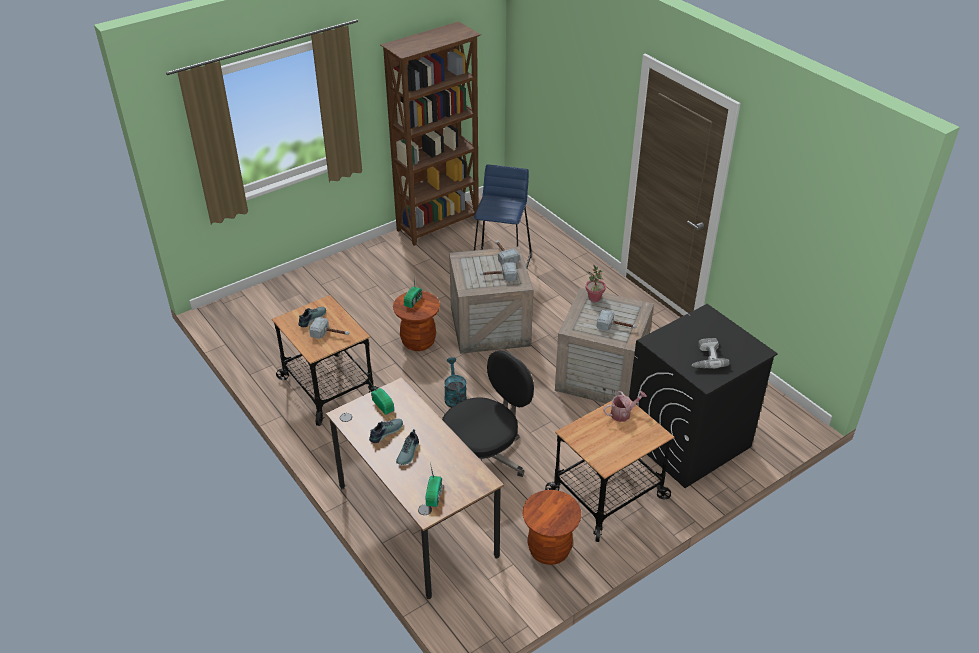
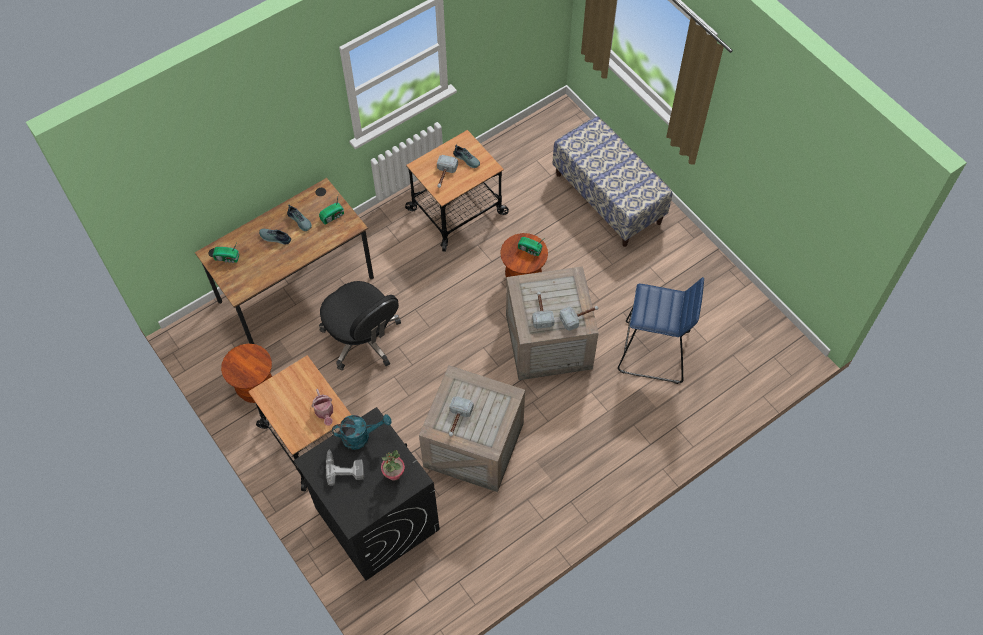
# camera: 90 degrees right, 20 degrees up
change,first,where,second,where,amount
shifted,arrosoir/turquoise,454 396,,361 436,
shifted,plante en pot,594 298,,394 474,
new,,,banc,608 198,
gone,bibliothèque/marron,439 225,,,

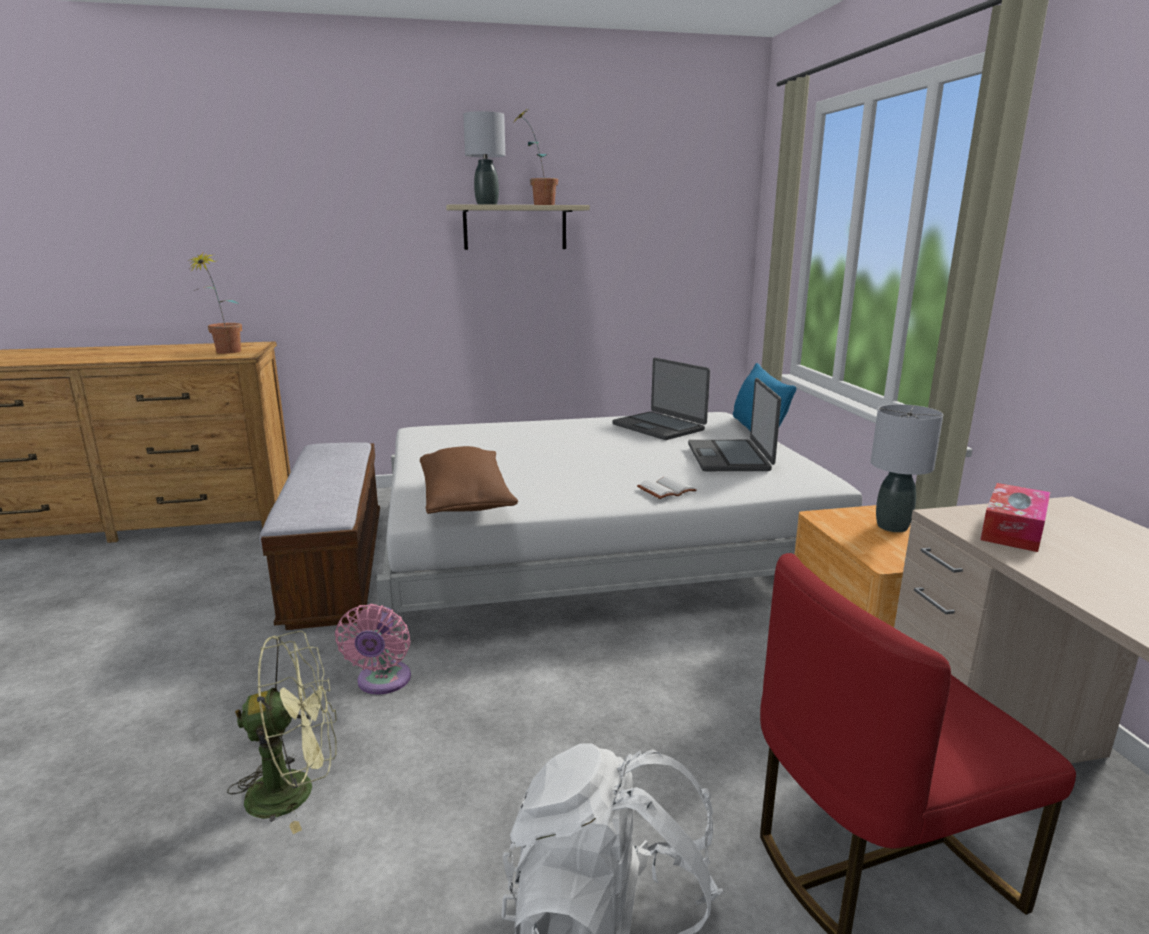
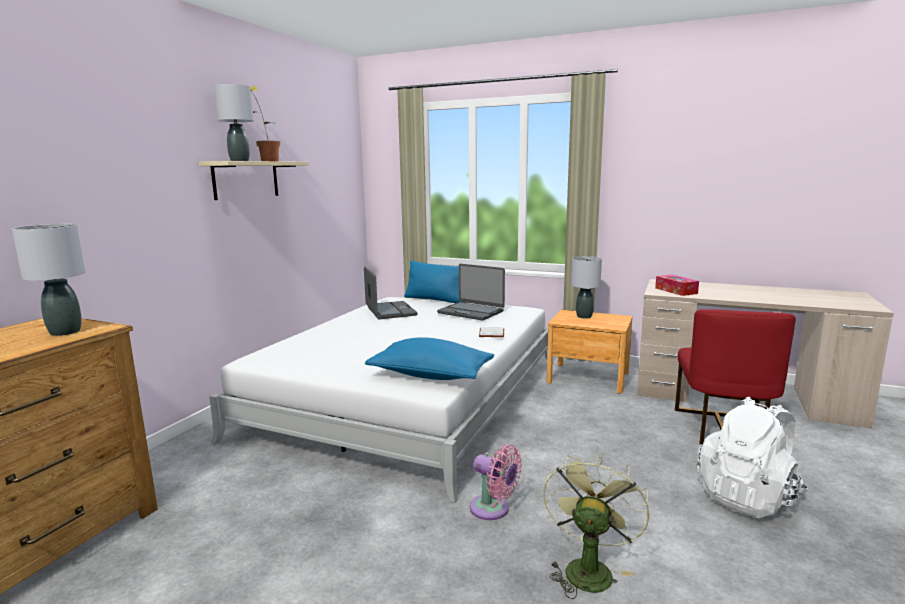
# camera: 55 degrees left, 5 degrees down
change,first,where,second,where,amount
swapped,plante en pot,224 353,lampe de table/gris,65 332,
rotated,ordinateur portable,659 427,,390 311,105 degrees counterclockwise
repainted,coussin/marron,465 500,coussin/bleu,431 375,
gone,banc,336 567,,,

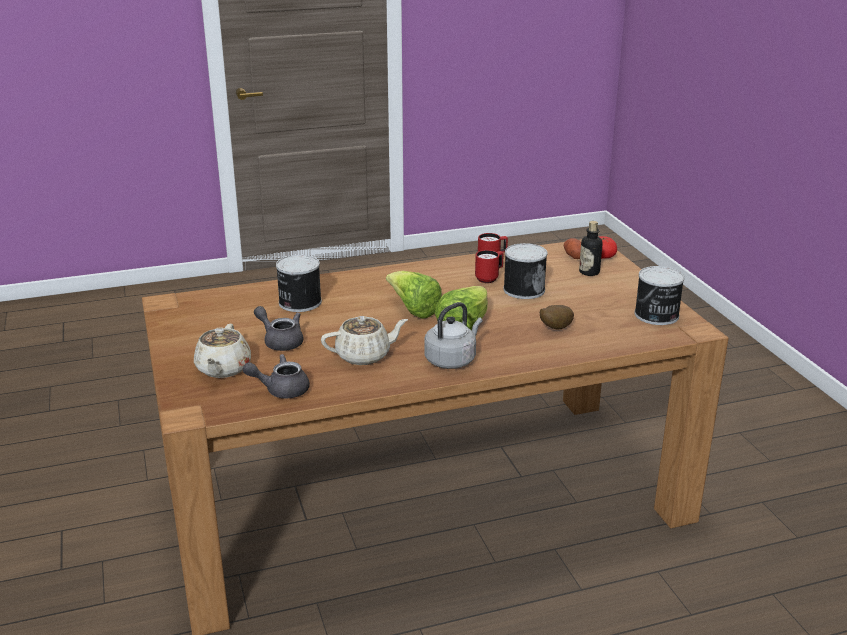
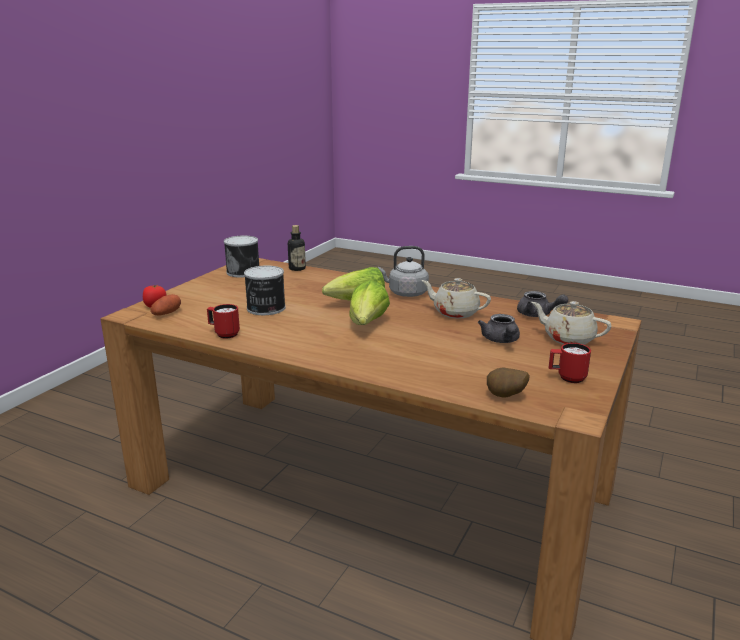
# camera: 135 degrees left, 5 degrees down
change,first,where,second,where,amount
shifted,bouteille,589 272,,297 268,
shifted,pomme de terre,554 328,,505 397,
rotated,théière/beige,223 369,,568 339,105 degrees counterclockwise
shifted,mug/rouge,489 278,,567 378,
gone,boîte métallique,299 302,,,

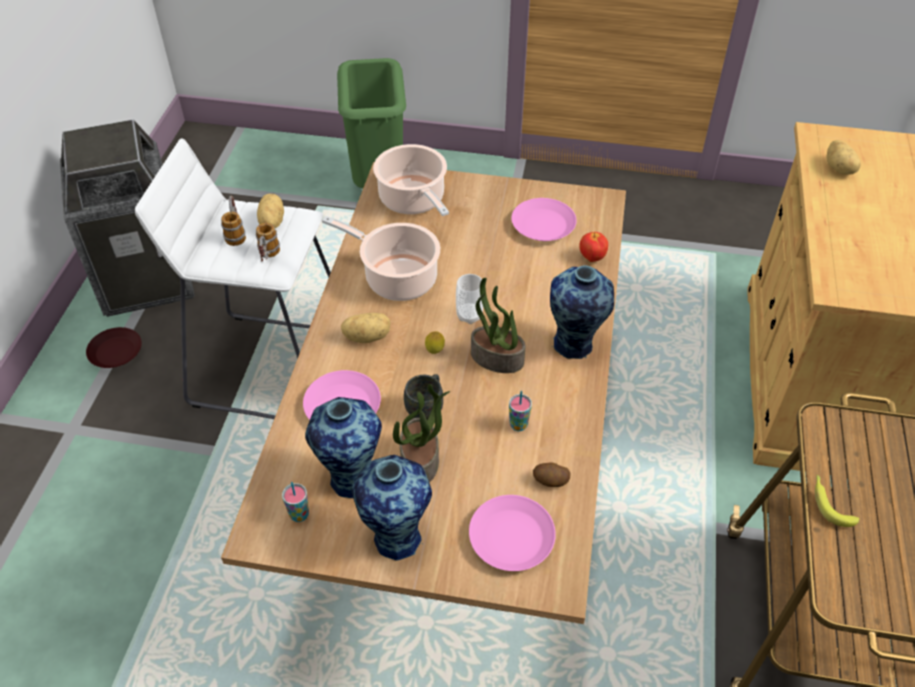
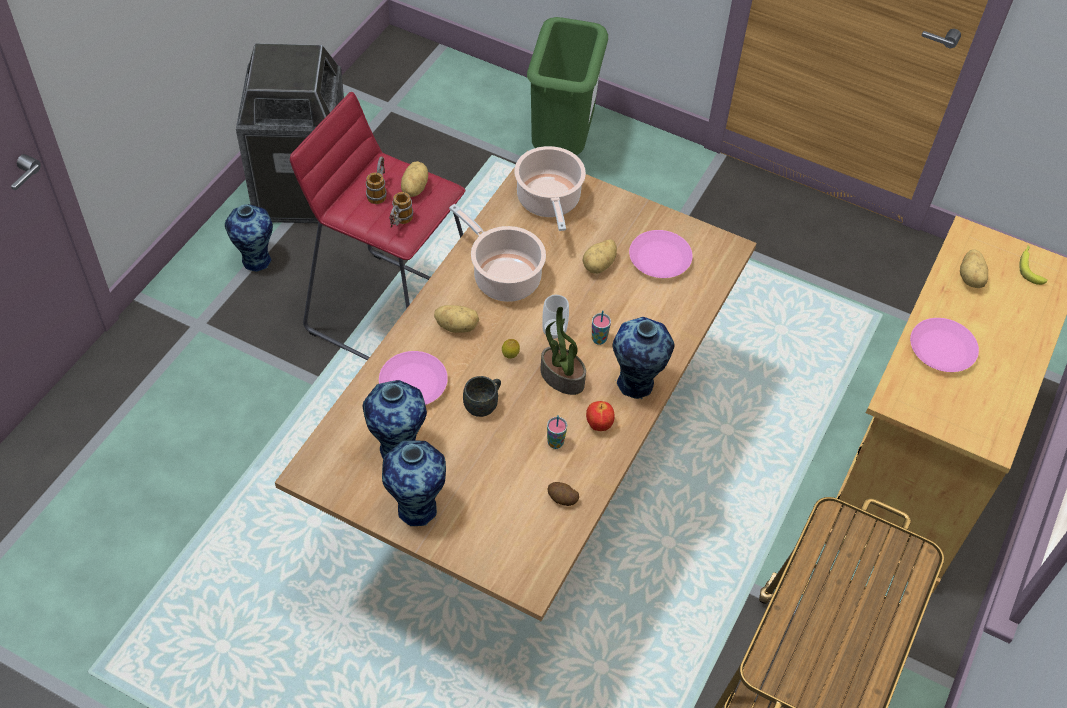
# camera: 15 degrees right, 5 degrees up
change,first,where,second,where,amount
swapped,assiette/marron,116 351,vase,255 259,
repainted,tabouret/blanc,269 366,tabouret/rouge,391 313,
new,,,pomme de terre,599 265,
shifted,pomme,591 258,,598 425,
shifted,tasse,299 515,,599 339,
shifted,assiette/rose,512 537,,942 349,
shifted,banane,830 503,,1030 267,
gone,plante en pot,421 460,,,

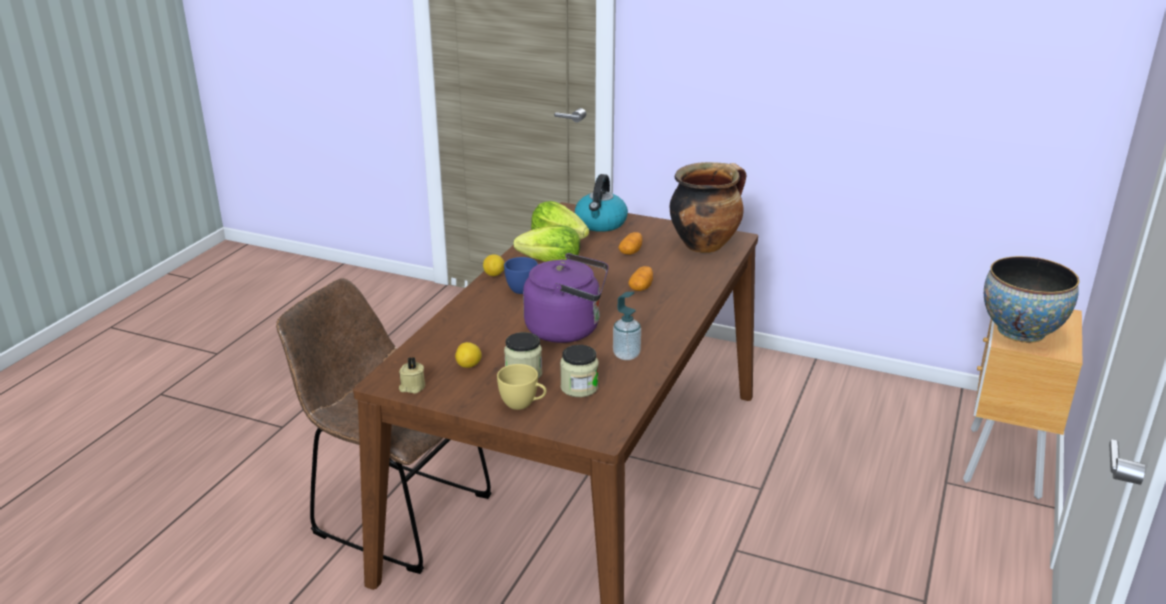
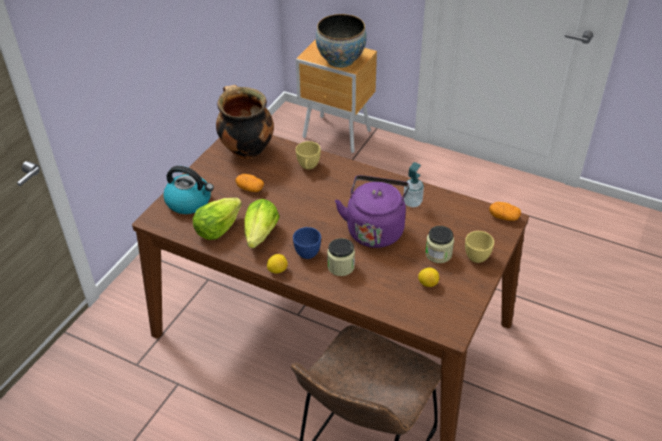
# camera: 85 degrees left, 15 degrees up
change,first,where,second,where,amount
new,,,tasse/jaune,308 167,
shifted,bocal,579 387,,341 266,
shifted,pomme de terre,641 287,,503 217,
gone,bougie/beige,412 387,,,

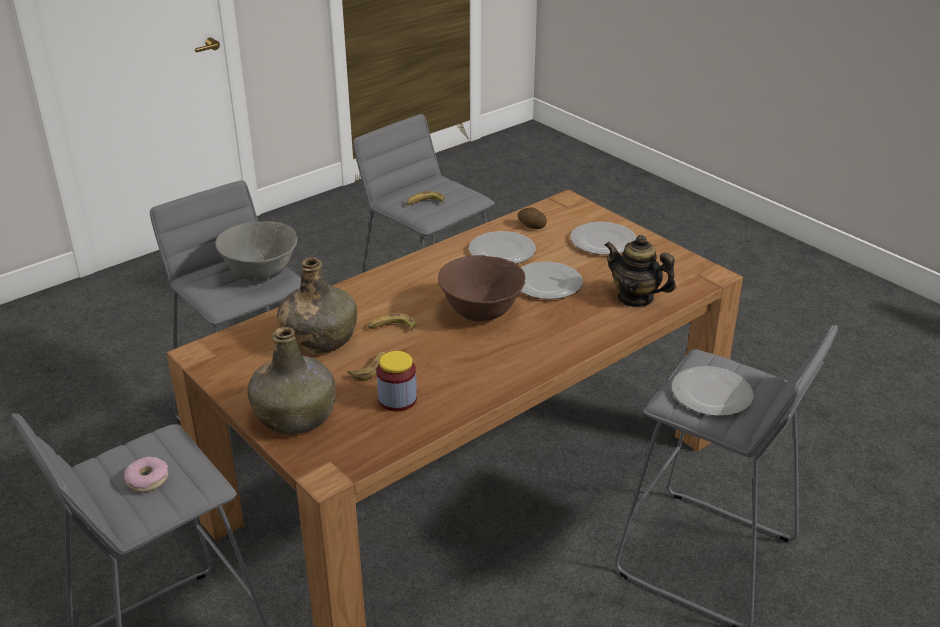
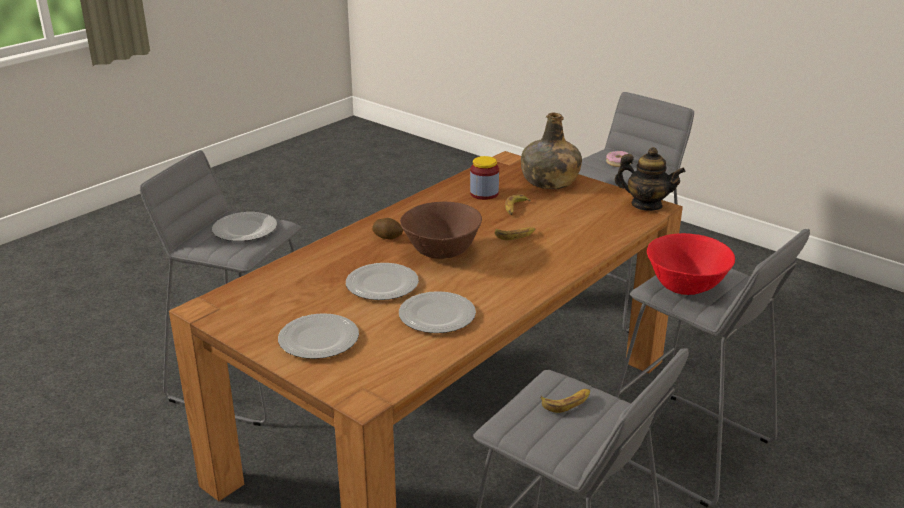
# camera: 170 degrees right, 5 degrees down
change,first,where,second,where,amount
shifted,pomme de terre,531 226,,388 237,
shifted,théière,635 298,,646 205,
repainted,bol/gris,260 273,bol/rouge,686 288,
gone,bouteille/vert,319 339,,,

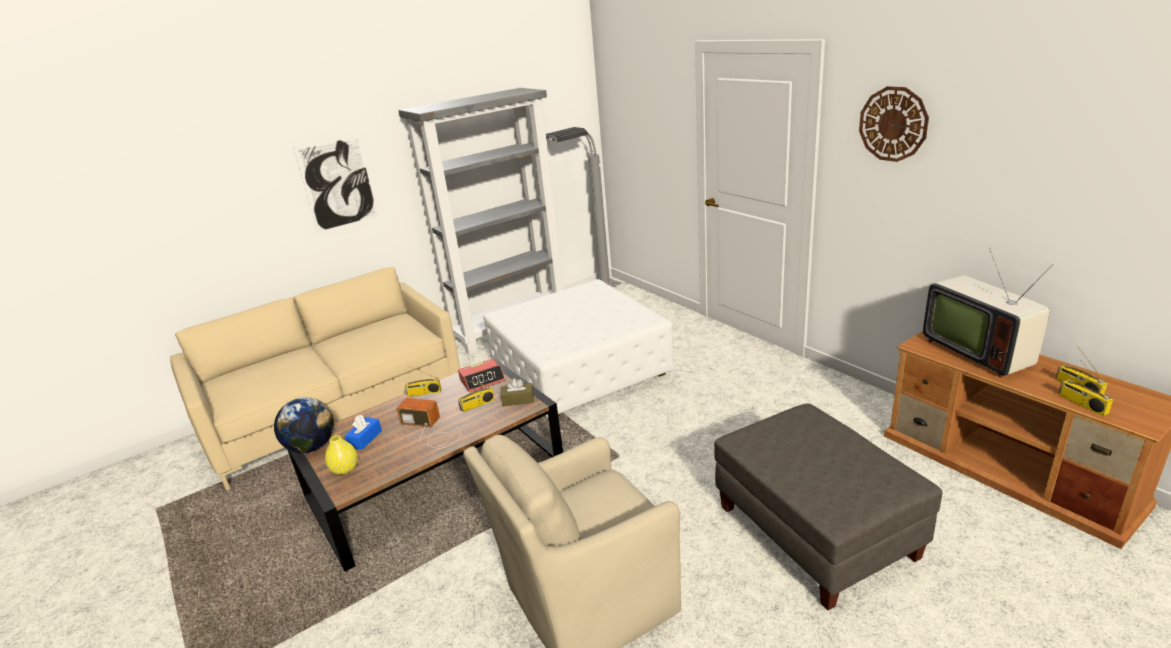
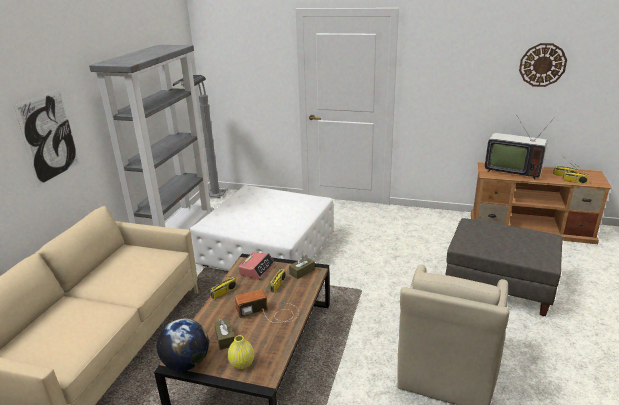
# camera: 40 degrees left, 0 degrees up
change,first,where,second,where,amount
repainted,boîte à mouchoirs/bleu,365 439,boîte à mouchoirs/marron,225 338,
shifted,horloge murale,893 124,,542 65,

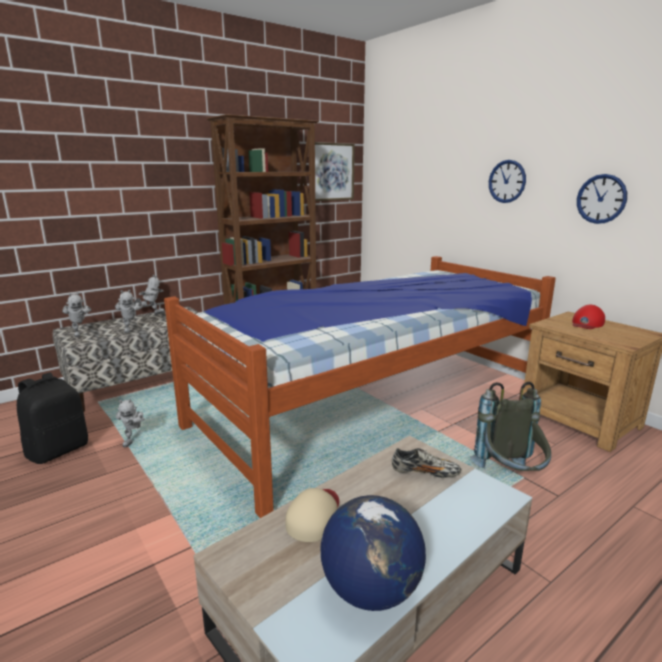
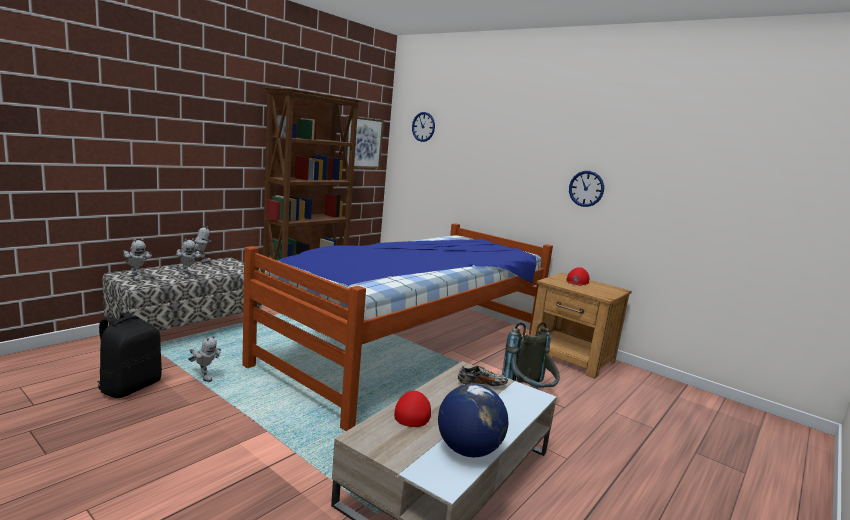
# camera: 15 degrees left, 5 degrees down
change,first,where,second,where,amount
rotated,robot jouet,134 440,,204 377,45 degrees counterclockwise
repainted,casquette/beige,315 516,casquette/rouge,413 412,
shifted,horloge murale,507 181,,423 127,

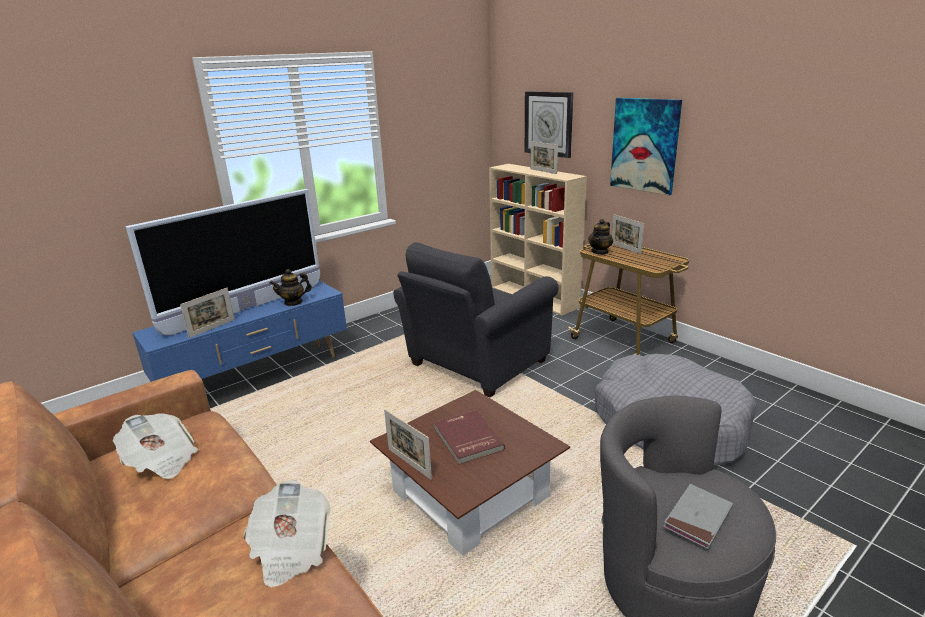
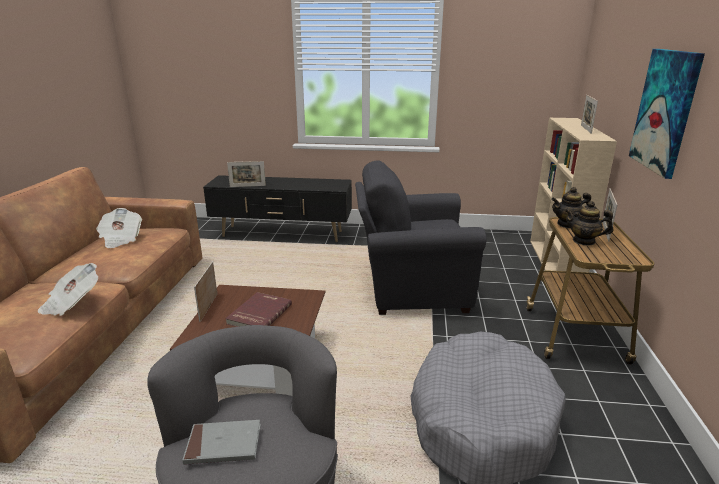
# camera: 45 degrees right, 0 degrees up
change,first,where,second,where,amount
repainted,meuble télé/bleu,258 377,meuble télé/noir,282 234,
shifted,théière,293 302,,584 241,
gone,téléviseur,247 308,,,
gone,horloge murale,548 123,,,

